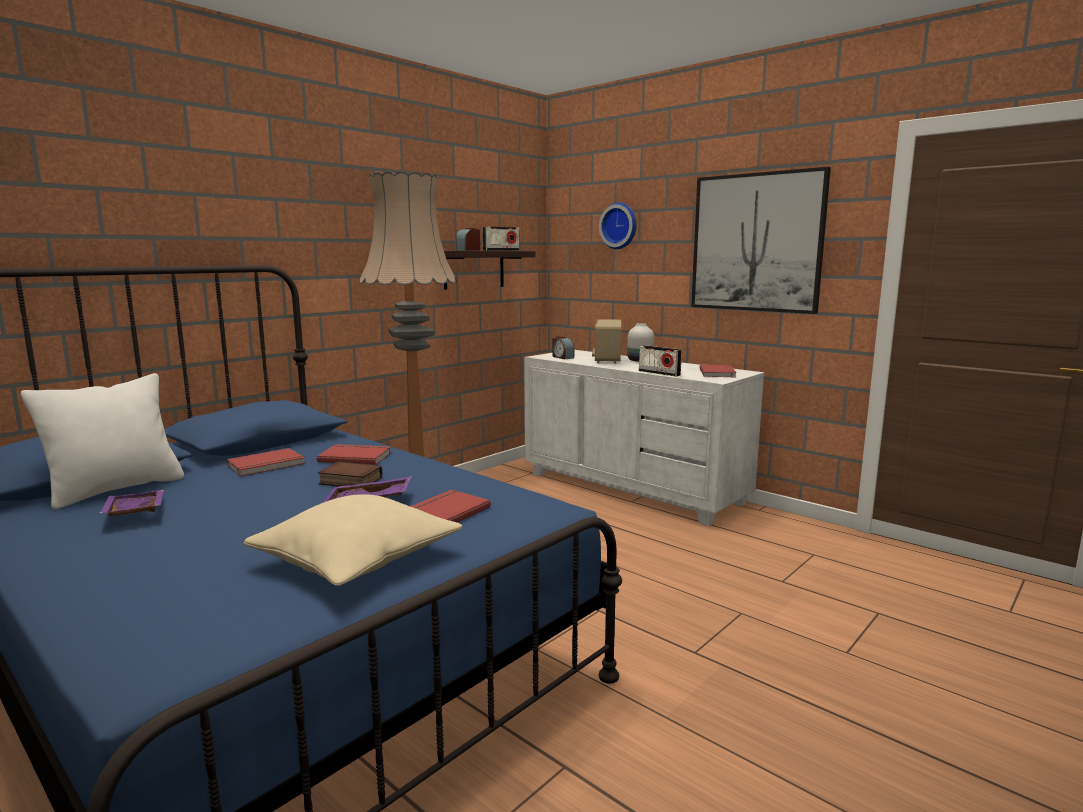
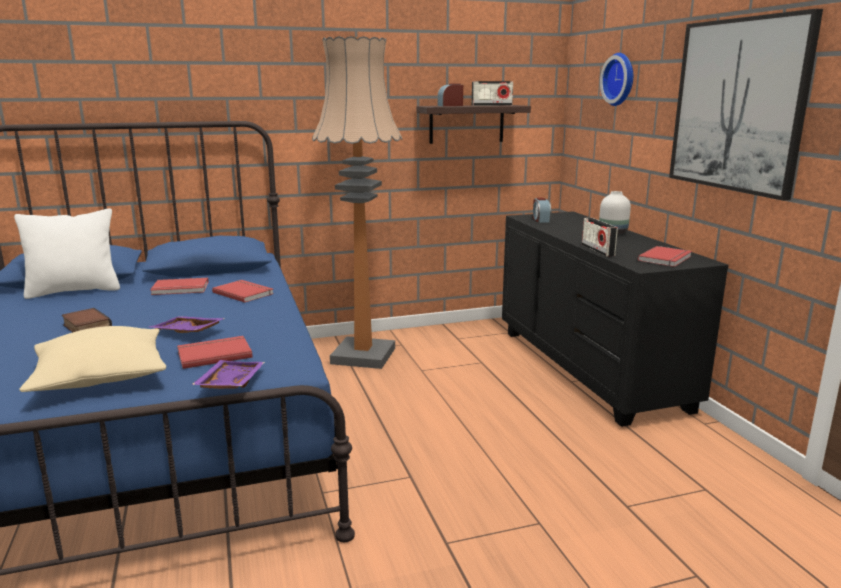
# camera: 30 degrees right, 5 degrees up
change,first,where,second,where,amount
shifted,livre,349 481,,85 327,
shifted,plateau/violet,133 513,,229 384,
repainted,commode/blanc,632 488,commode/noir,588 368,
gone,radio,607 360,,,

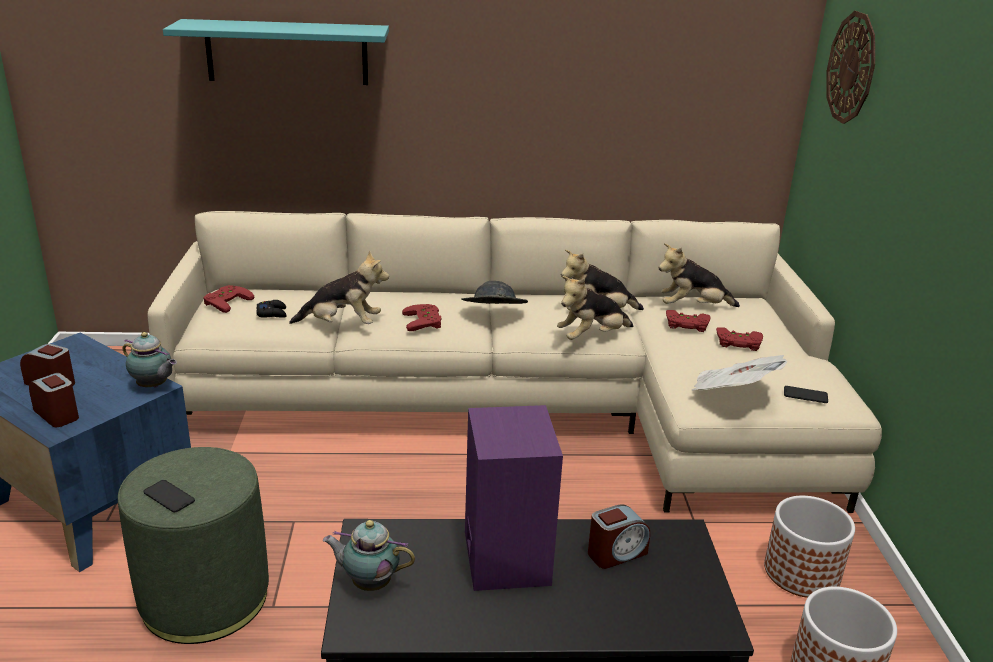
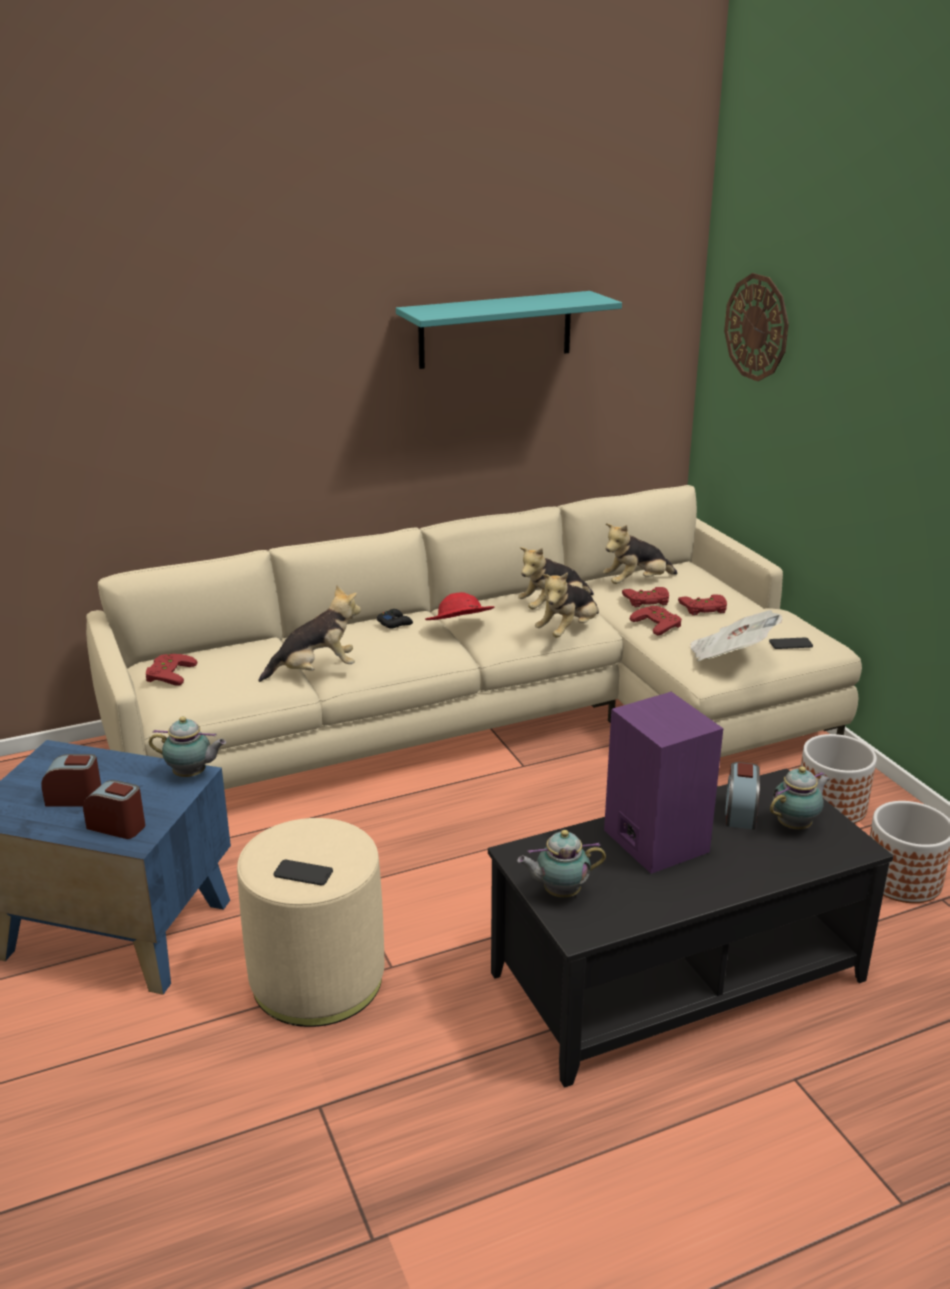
# camera: 20 degrees left, 0 degrees up
change,first,where,second,where,amount
repainted,pouf/vert,205 597,pouf/beige,317 979,
shifted,manette/noir,272 313,,394 623,
shifted,étagère/turquoise,287 52,,495 329,
repainted,chapeau/gris,493 315,chapeau/rouge,459 629,
shifted,manette/rouge,425 321,,659 623,
rotated,réveil,616 553,,740 813,150 degrees clockwise
new,,,théière,796 825,

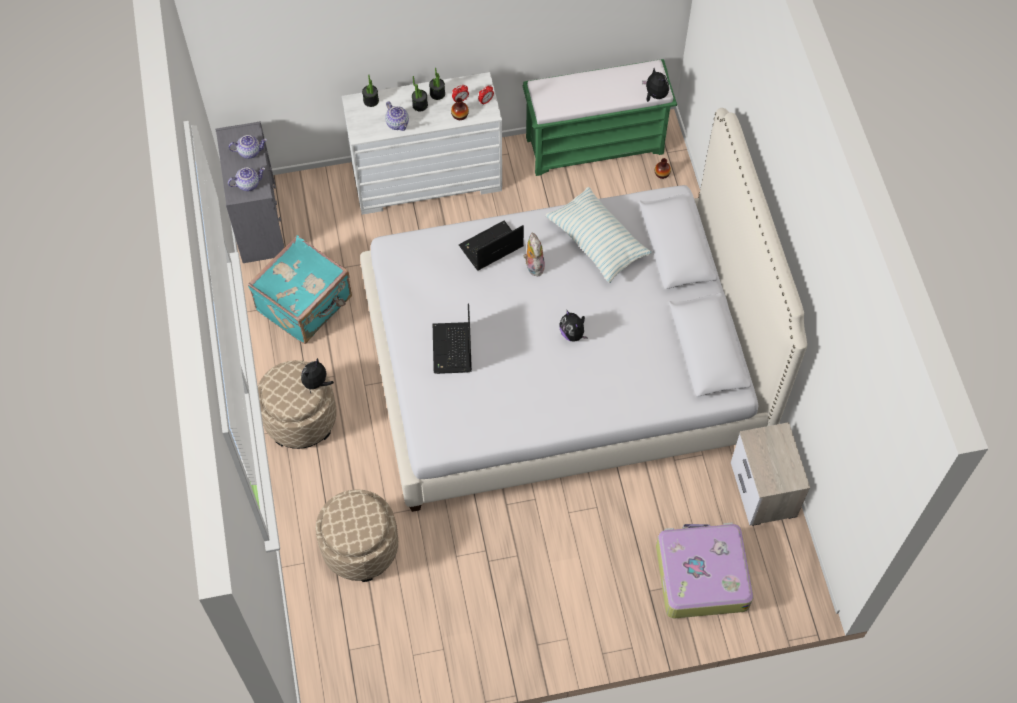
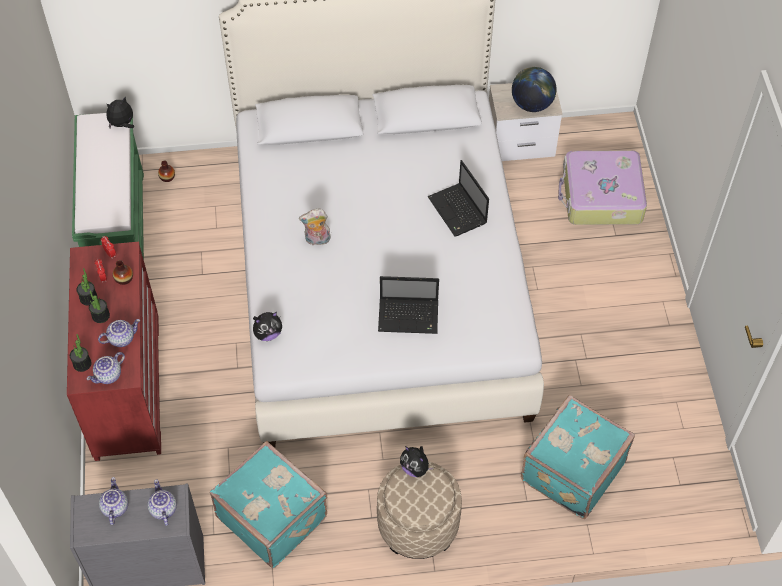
# camera: 85 degrees left, 5 degrees down
change,first,where,second,where,amount
repainted,commode/blanc,427 178,commode/rouge,126 385,
new,,,théière,109 376,
shifted,peluche,573 334,,268 334,
shifted,ordinateur portable,490 248,,458 211,
new,,,globe,532 104,
swapped,pouf/beige,360 547,valise/turquoise,571 470,
gone,coussin,597 242,,,

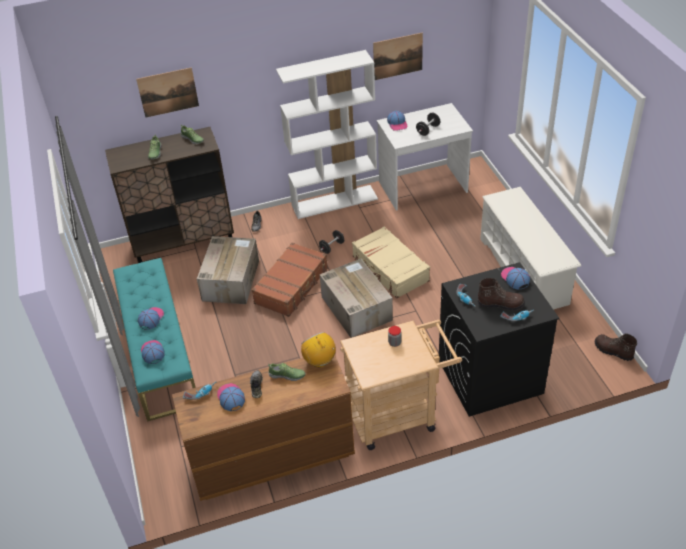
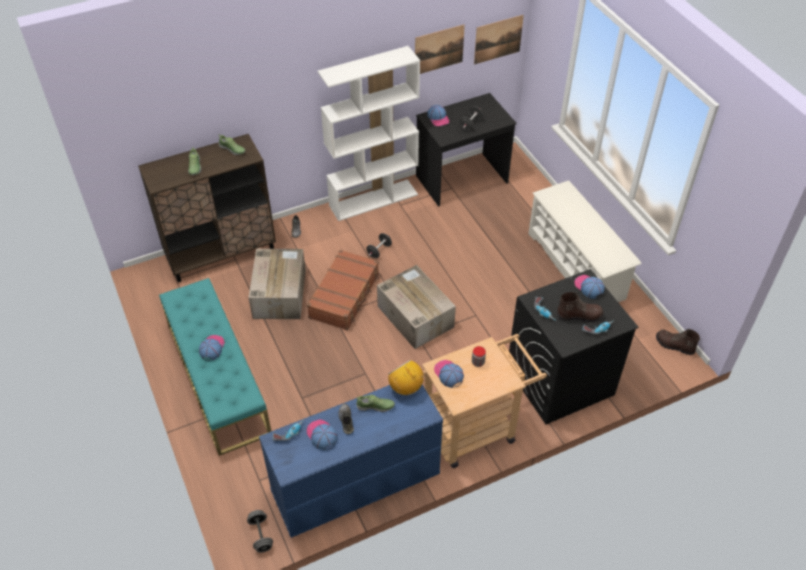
# camera: 10 degrees left, 5 degrees up
change,first,where,second,where,amount
new,,,haltère/gris,261 535,
repainted,commode/marron,271 457,commode/bleu,354 484,
repainted,bureau/blanc,423 187,bureau/noir,462 180,
shifted,casquette,152 352,,448 374,
shifted,tableau,168 92,,498 39,
gone,valise/beige,390 269,,,

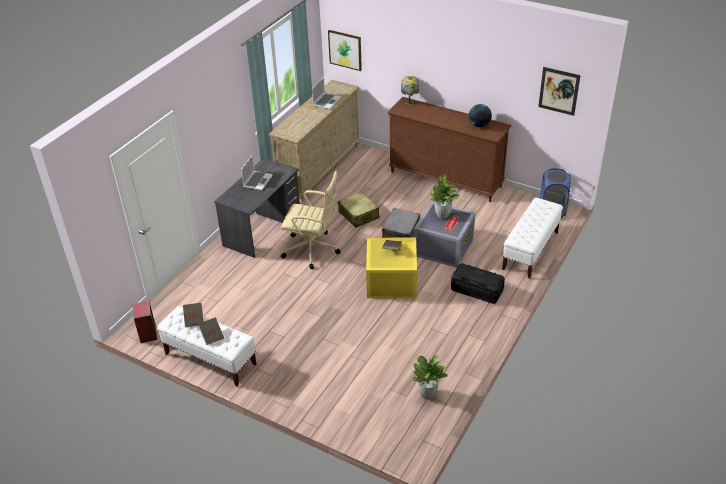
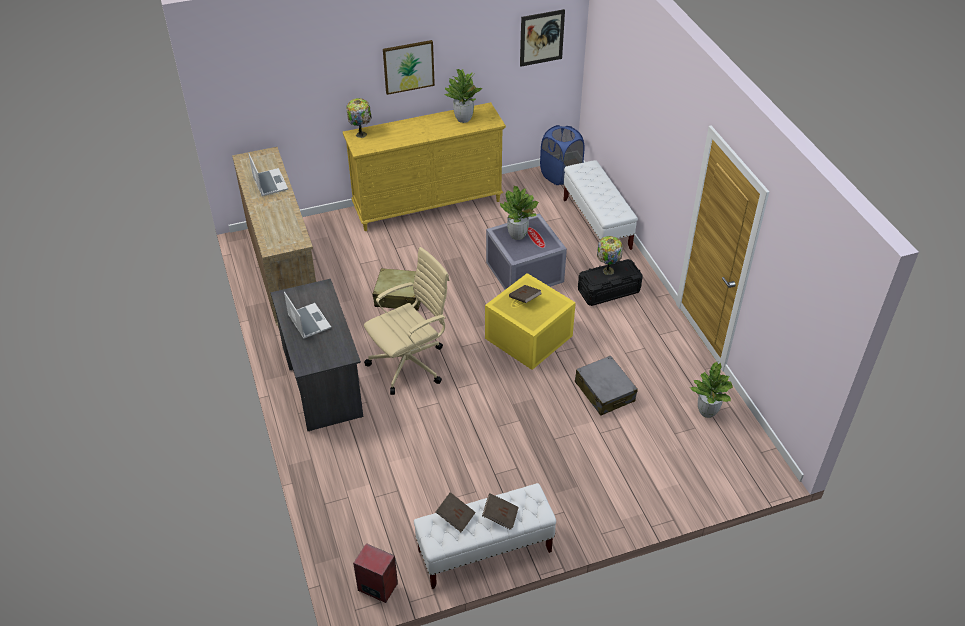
# camera: 50 degrees left, 5 degrees up
change,first,where,second,where,amount
repainted,commode/marron,446 179,commode/jaune,428 205,
shifted,tableau,345 50,,408 66,
swapped,globe,479 125,plante en pot,464 119,
shifted,valise/gris,401 231,,604 392,
new,,,lampe de table,607 270,

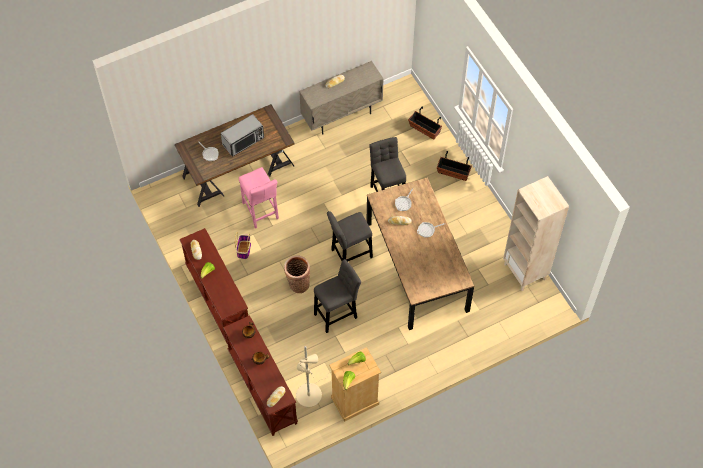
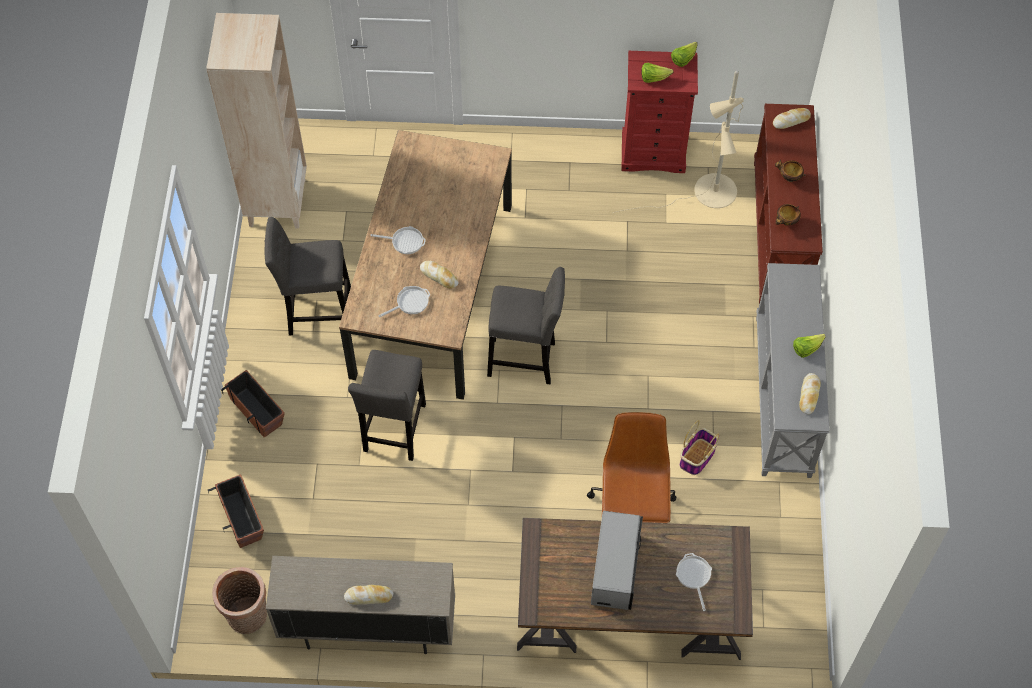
# camera: 150 degrees left, 0 degrees up
change,first,where,second,where,amount
shifted,panier,298 283,,248 617,
shifted,tabouret/gris,337 314,,316 314,
swapped,tabouret/rose,260 213,chaise de bureau/marron,632 510,
rotated,micro-ondes,243 141,,616 569,105 degrees clockwise
repainted,commode/beige,354 401,commode/rouge,653 153,
repainted,table console/marron,217 299,table console/gris,784 396,

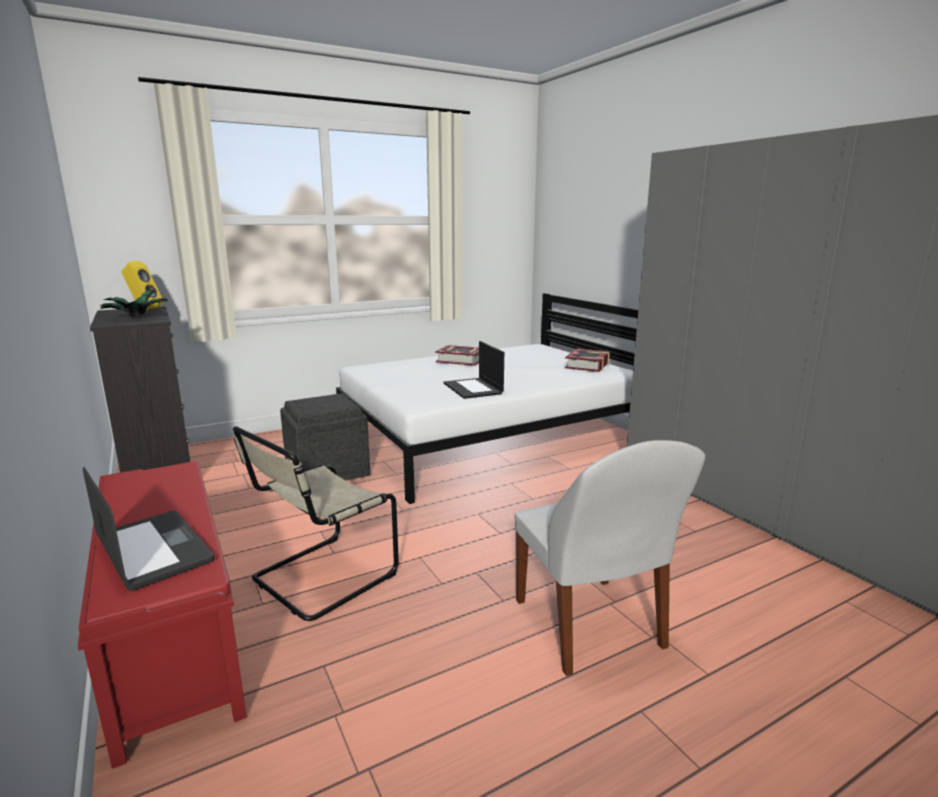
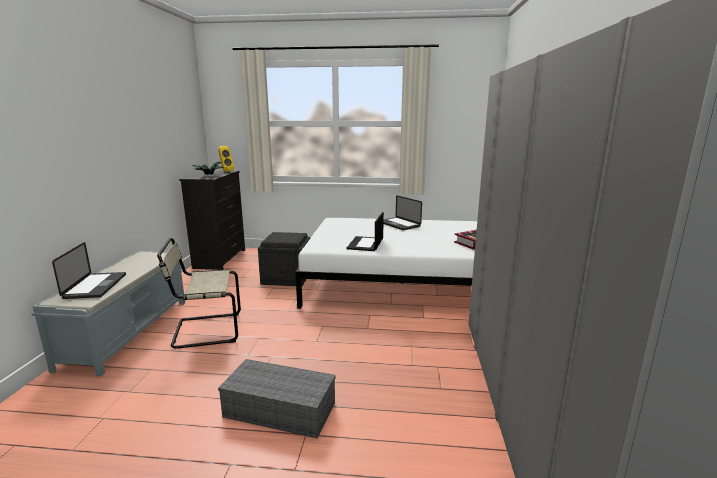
# camera: 35 degrees right, 0 degrees up
change,first,where,second,where,amount
repainted,banc/rouge,172 633,banc/gris,128 332,
swapped,chaise/blanc,589 626,boîte de rangement/gris,278 410,
swapped,livre,461 360,ordinateur portable,399 224,

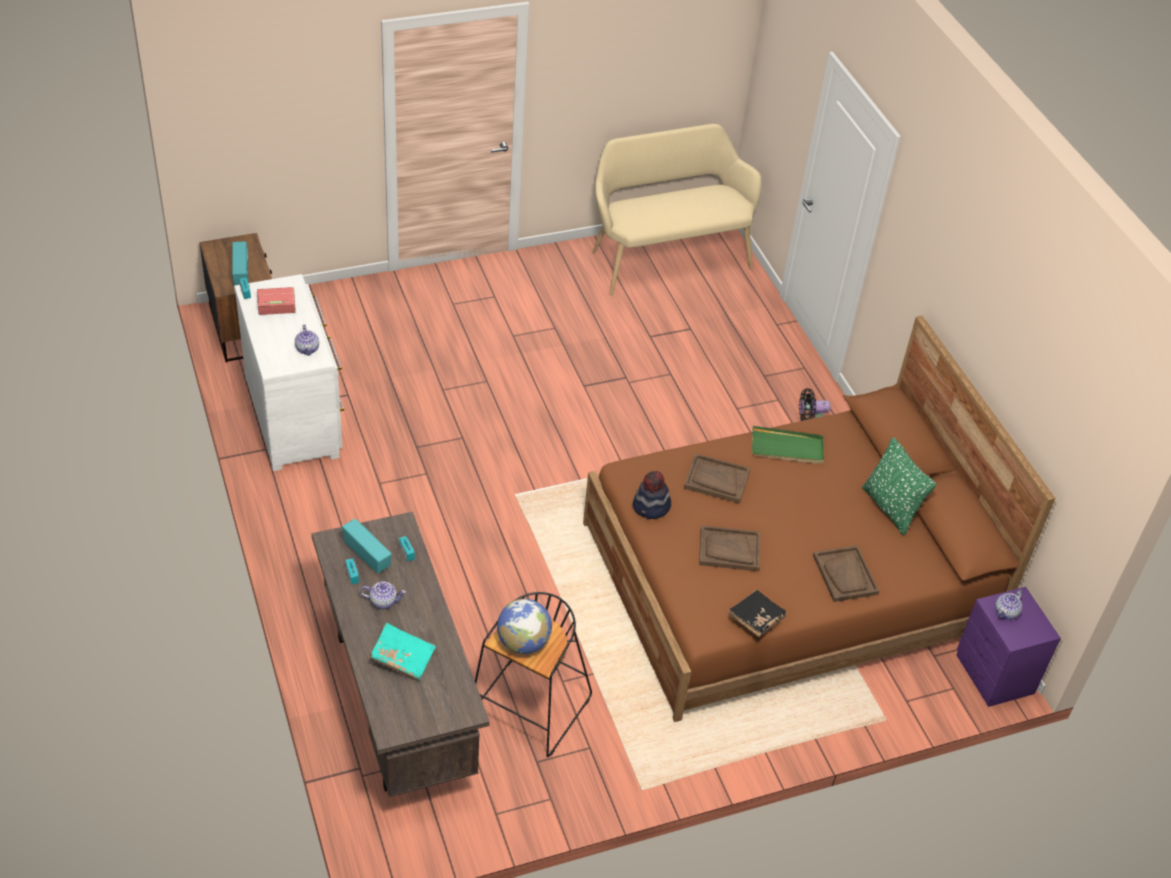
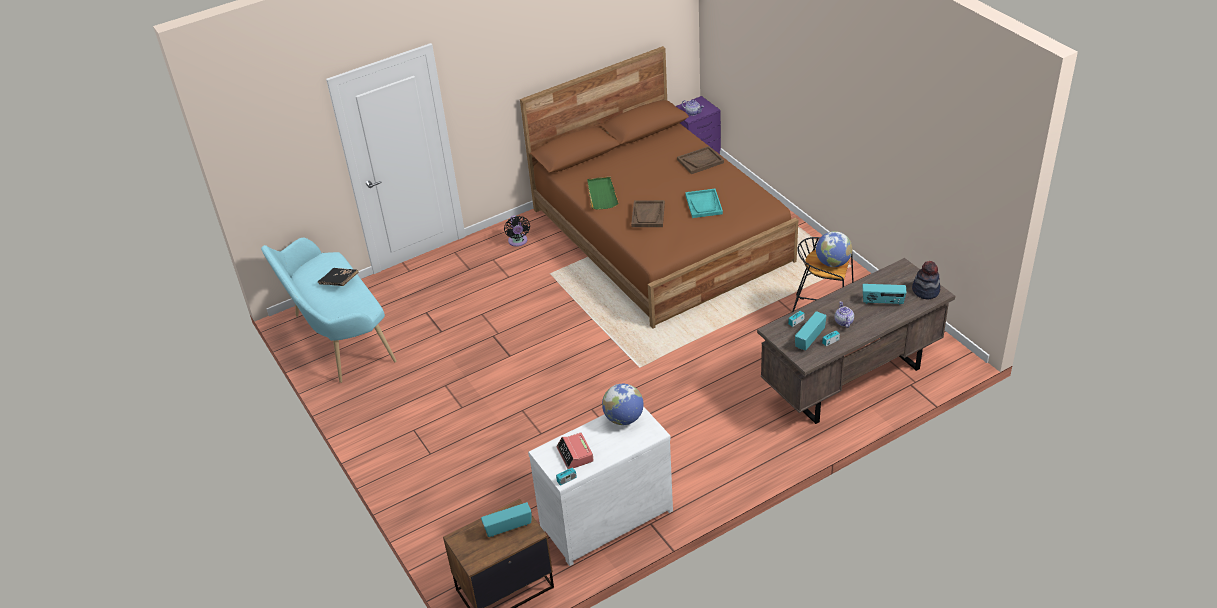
# camera: 95 degrees left, 5 degrees down
change,first,where,second,where,amount
repainted,banc/beige,667 257,banc/turquoise,338 339,
shifted,livre/noir,755 619,,339 282,
swapped,théière,307 349,globe,623 418,
repainted,plateau/marron,729 550,plateau/turquoise,704 204,
swapped,livre/turquoise,402 658,radio,882 302,
shifted,chapeau,651 507,,925 290,
gone,coussin/vert,890 508,,,

